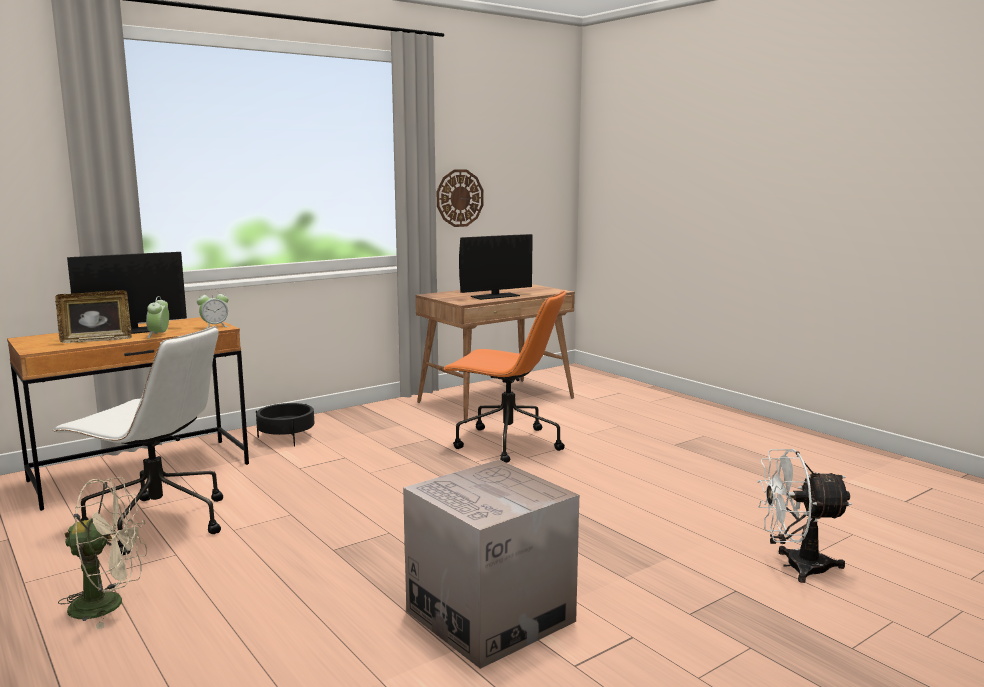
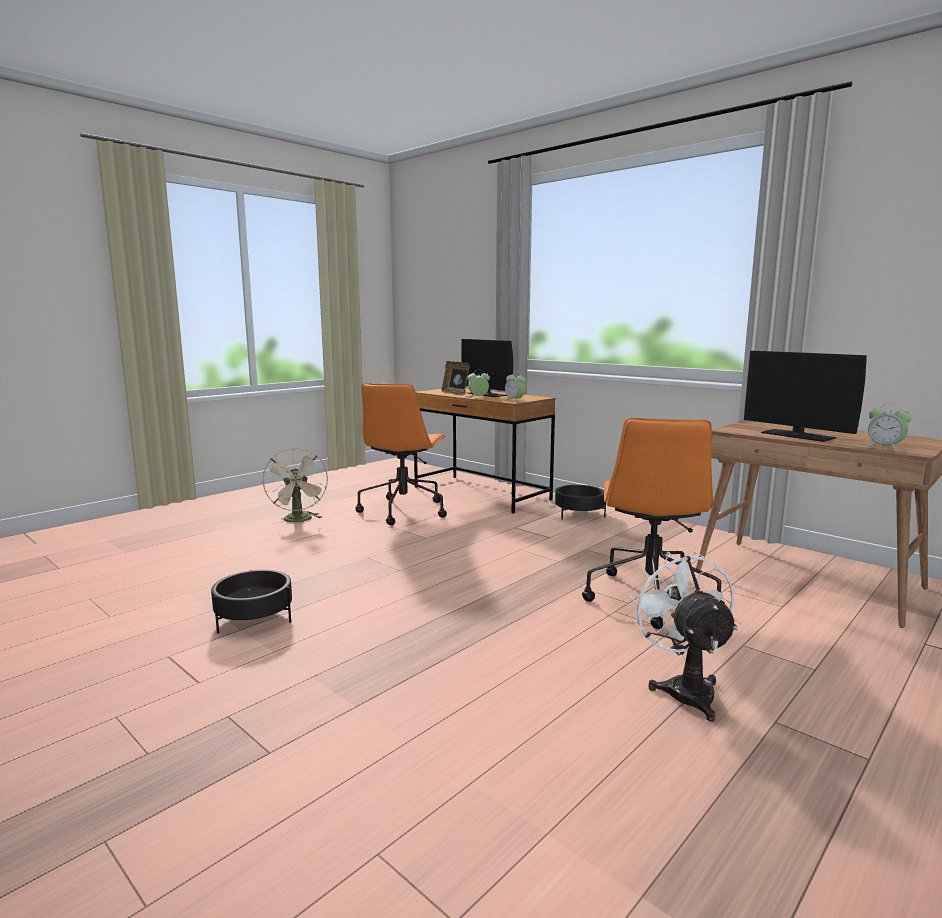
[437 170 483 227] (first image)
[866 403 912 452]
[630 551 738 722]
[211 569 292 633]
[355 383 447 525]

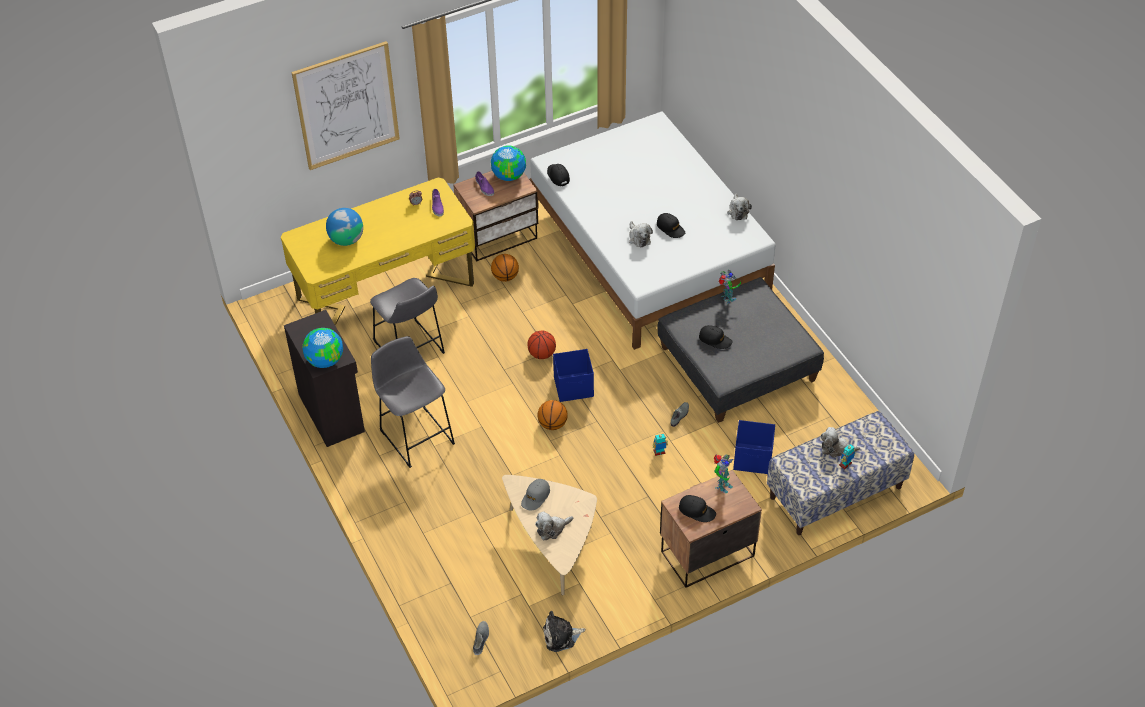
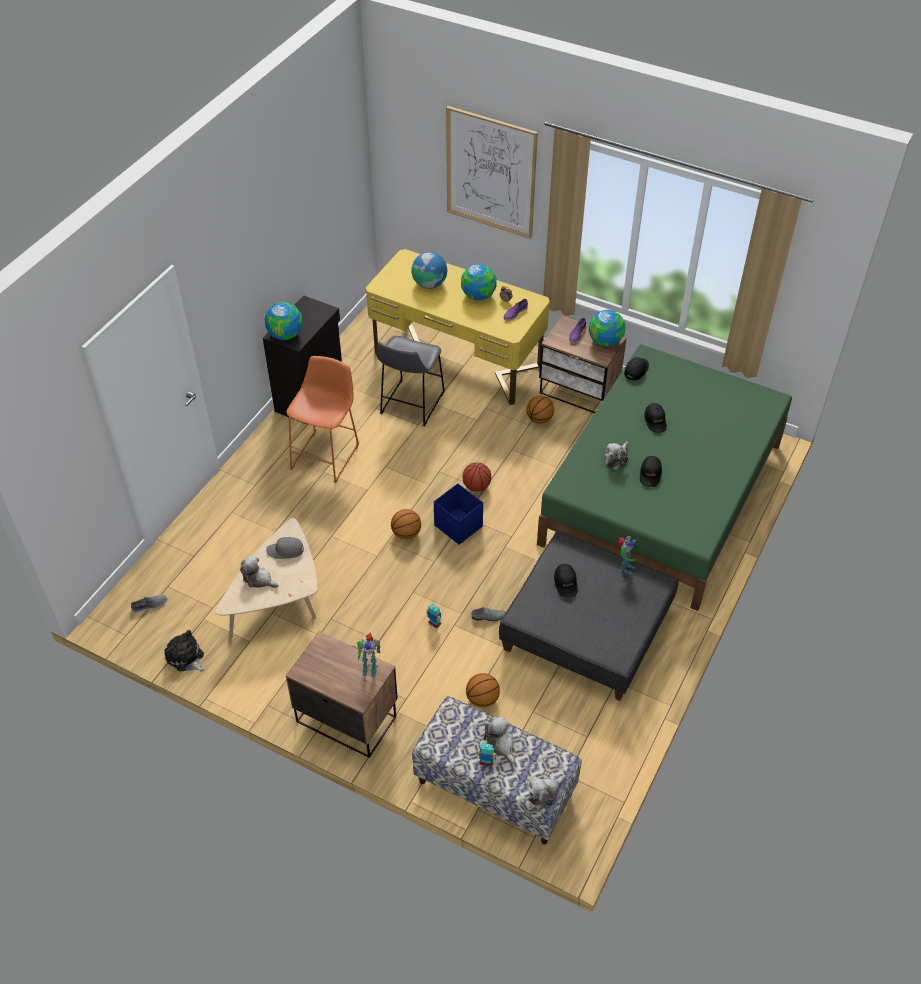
[461 264 497 301]
[644 403 667 433]
[528 775 567 810]
[466 673 500 708]
[286 356 359 483]
[537 344 792 611]

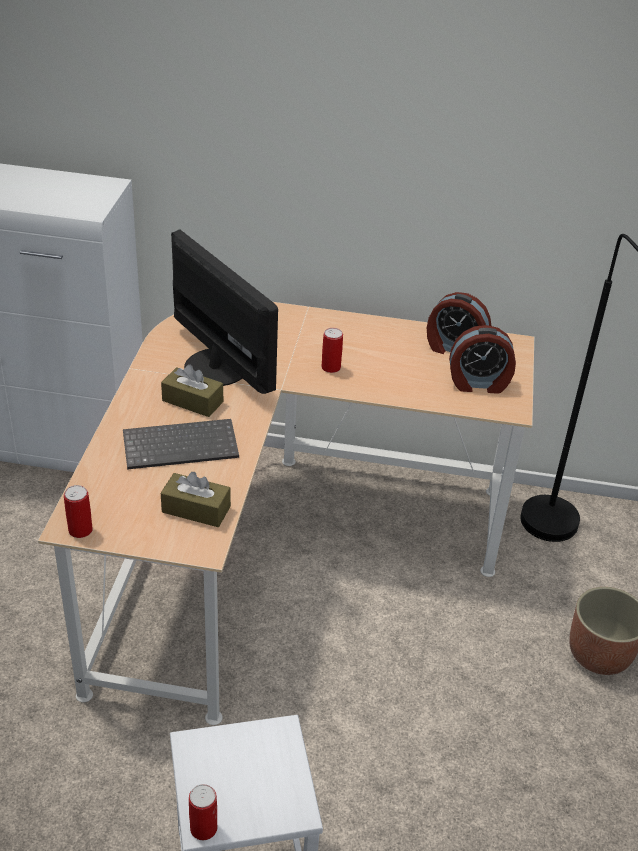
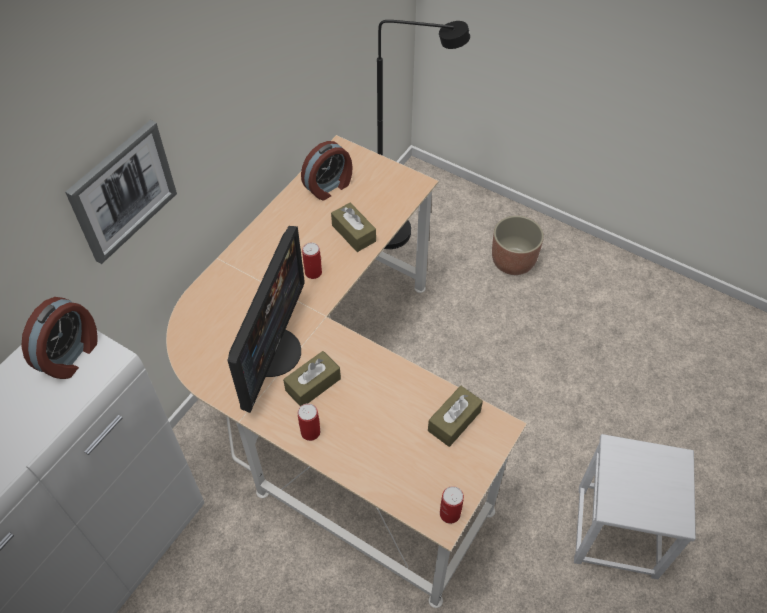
[123 419 239 470] (first image)
[65 120 177 264]
[331 203 376 252]
[298 403 320 441]
[21 297 98 379]
[228 226 305 413]

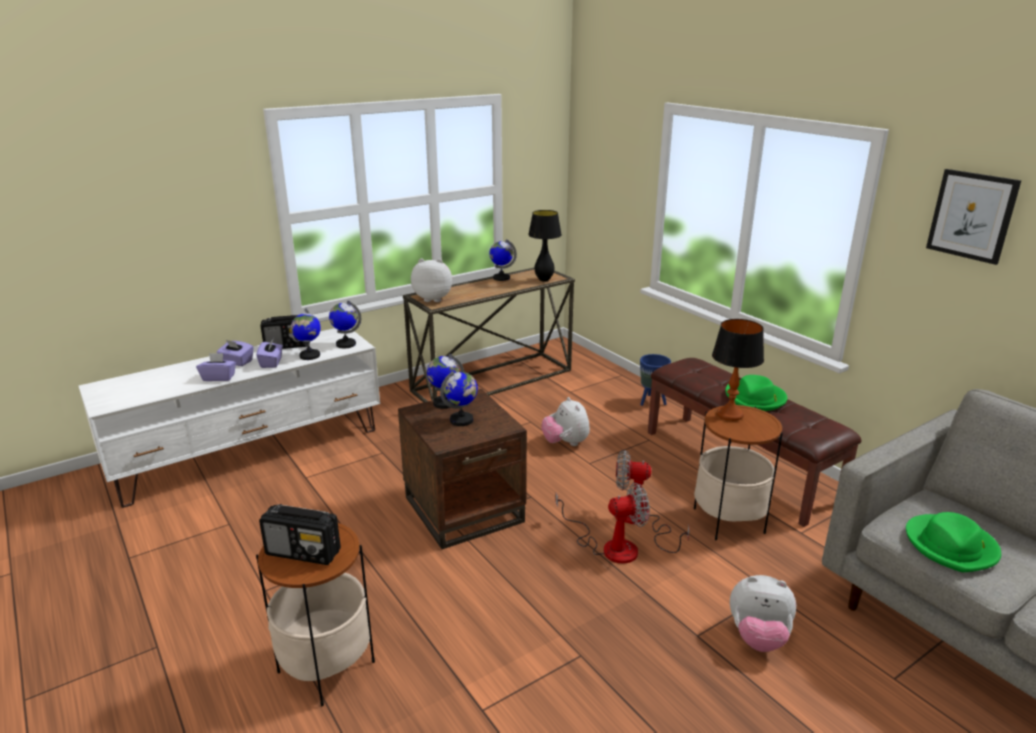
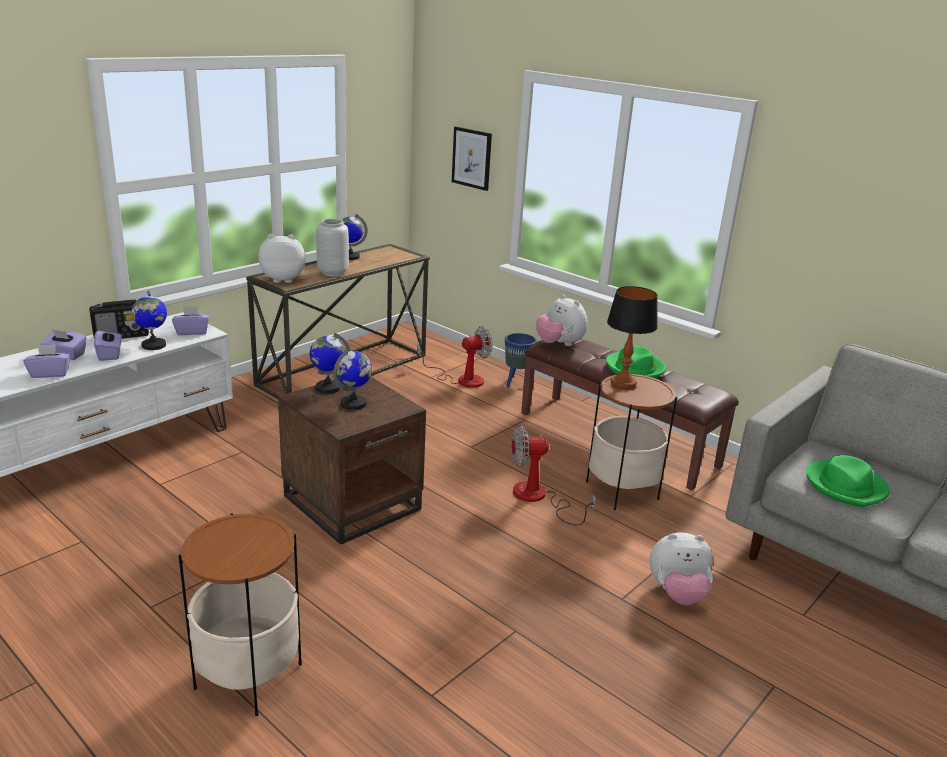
[259 504 341 565] (first image)
[528 210 562 282] (first image)
[316 219 349 276]
[536 295 588 346]
[417 326 493 388]
[452 127 492 191]
[172 306 209 335]

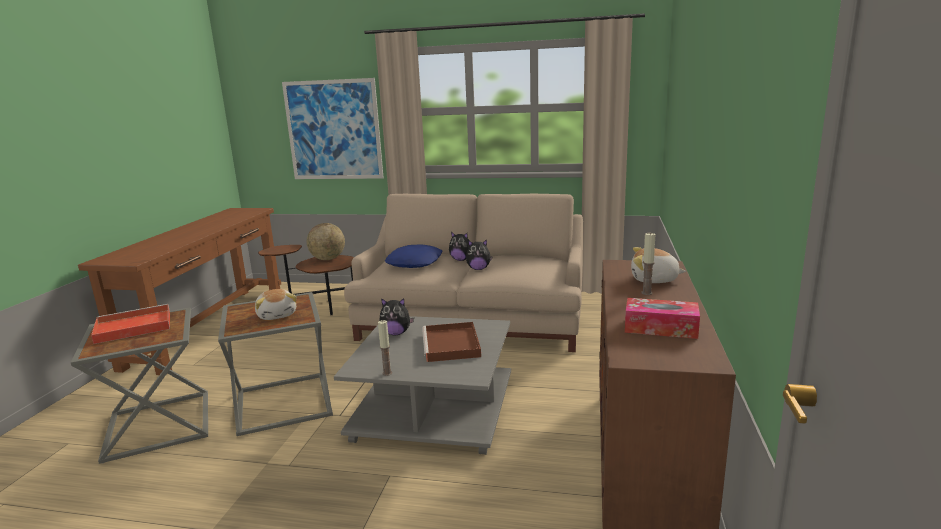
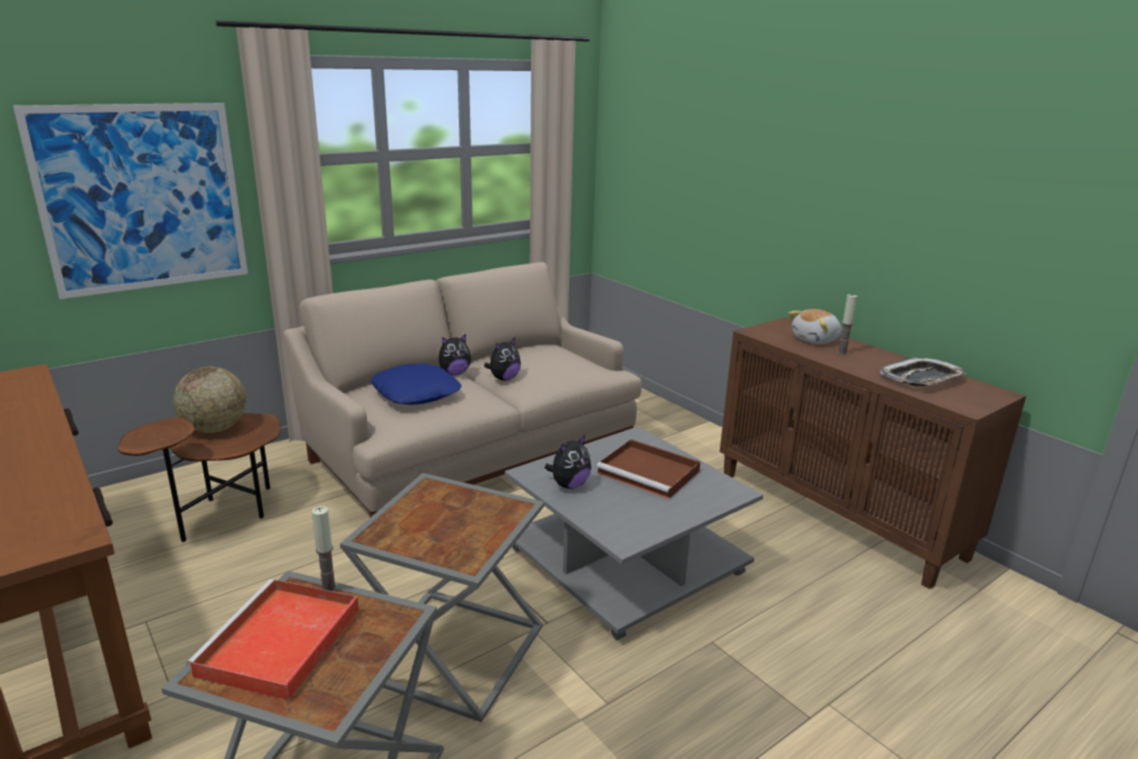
[255 289 297 320] (first image)
[312 506 338 592]
[880 357 966 386]

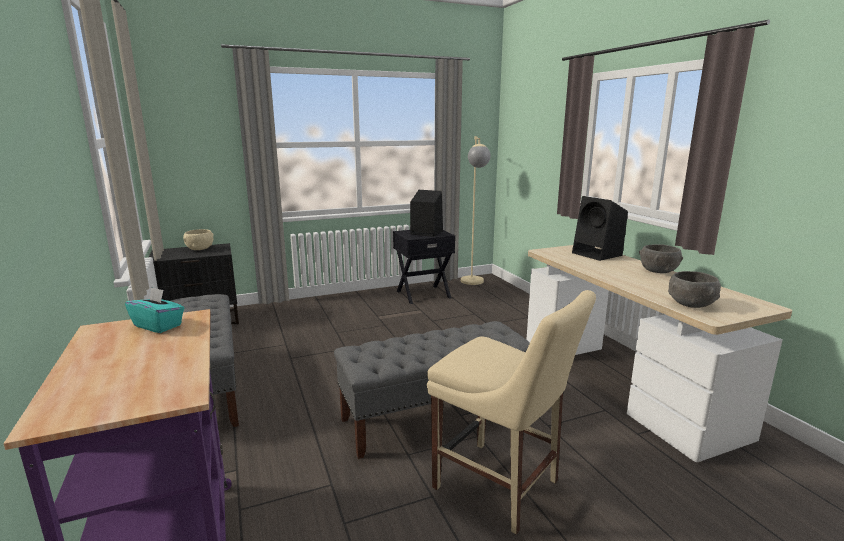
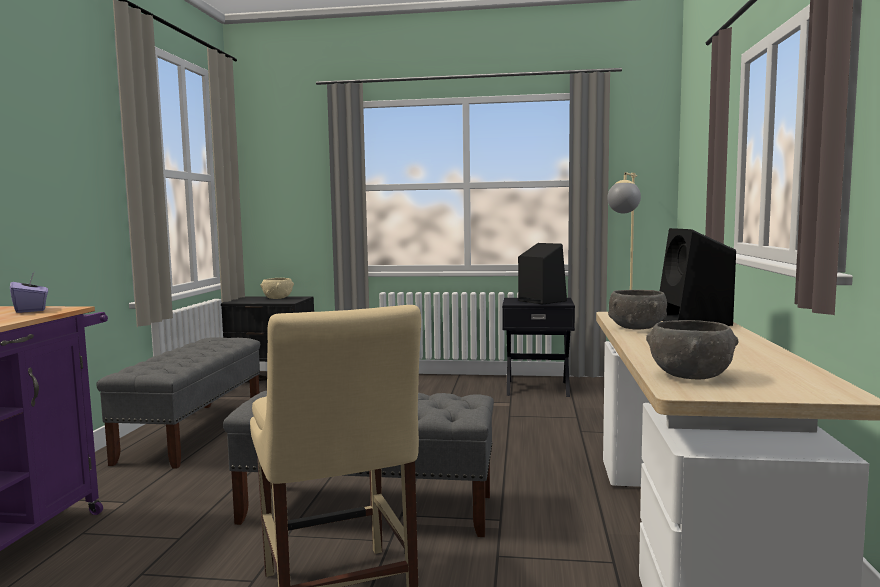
[608 290 667 330]
[10 272 48 313]

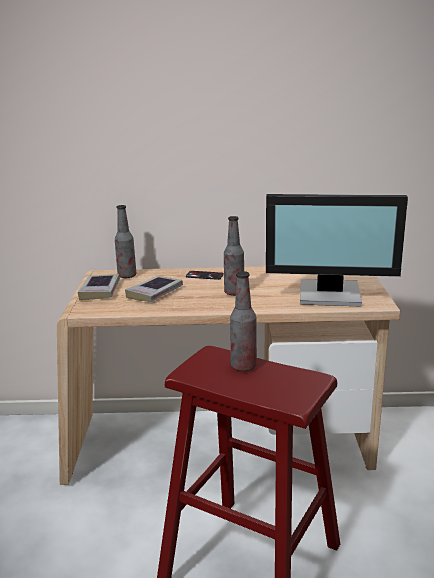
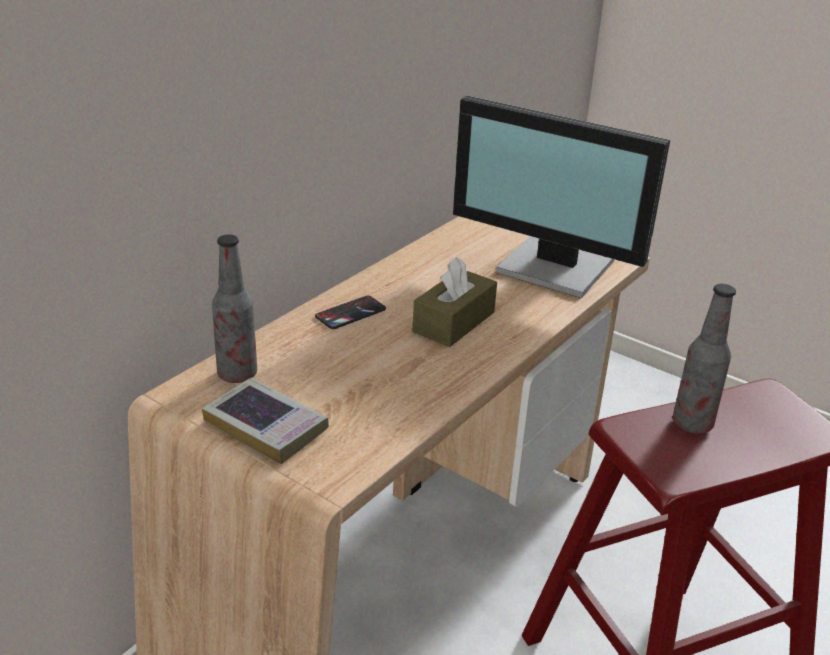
[125 276 183 302] (first image)
[413 257 497 347]
[453 96 670 298]

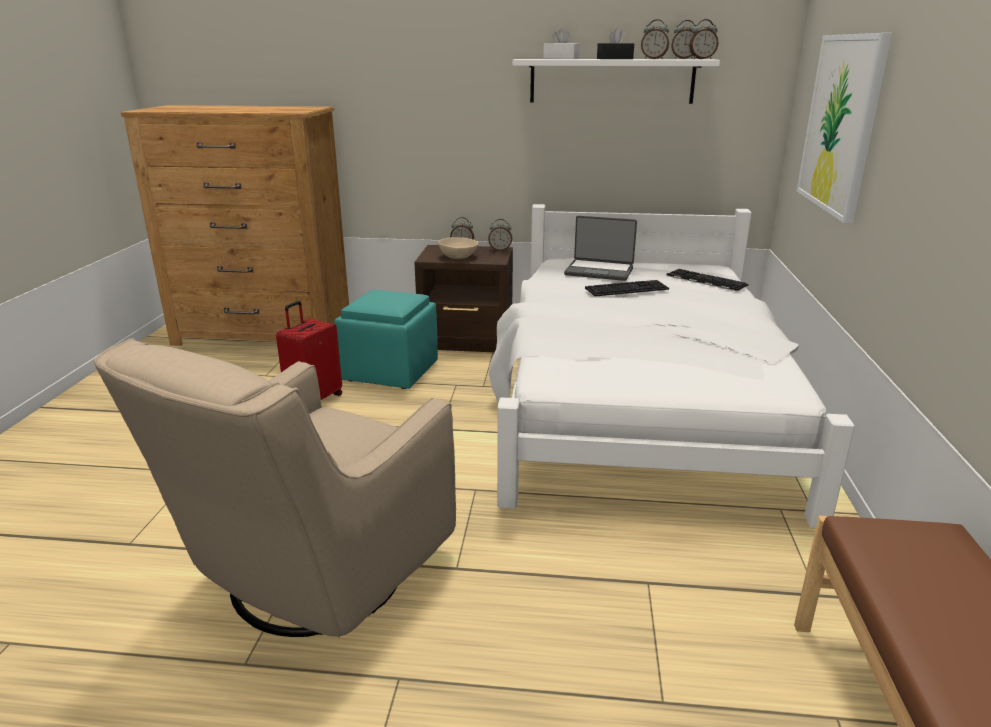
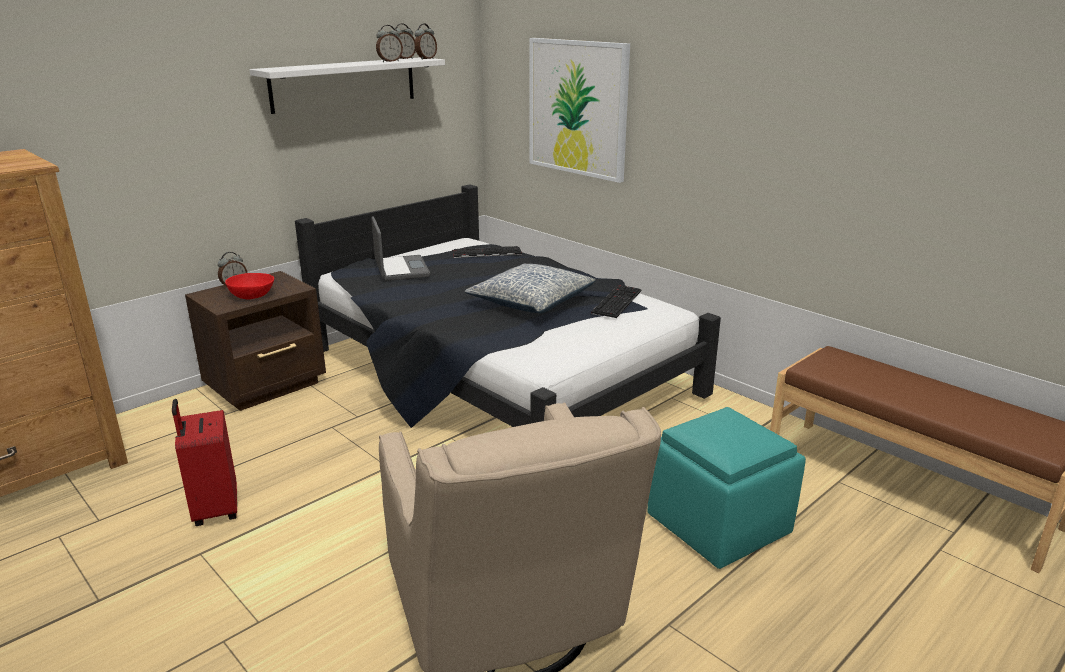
[488 219 512 251] (first image)
[543 28 580 59] (first image)
[597 28 634 59] (first image)
[465 264 596 314]
[648 407 806 569]
[591 285 642 318]
[225 273 274 299]
[295 184 721 428]
[371 216 430 281]

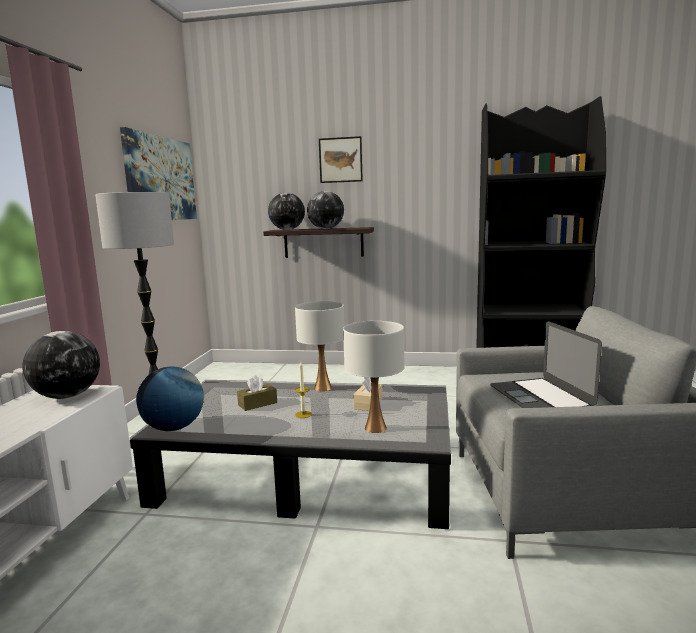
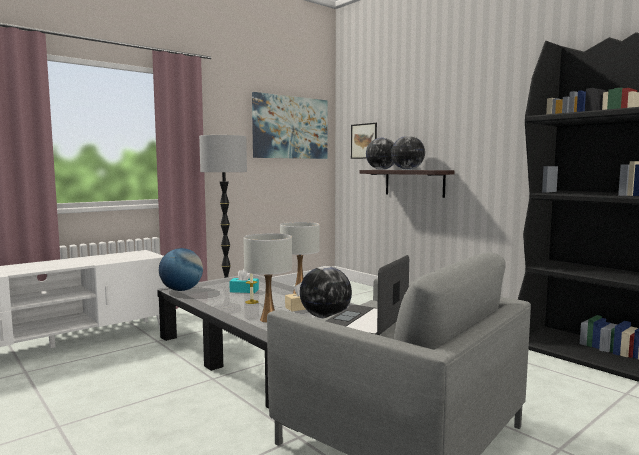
[300 266 352 318]
[351 123 377 159]
[229 269 259 293]

